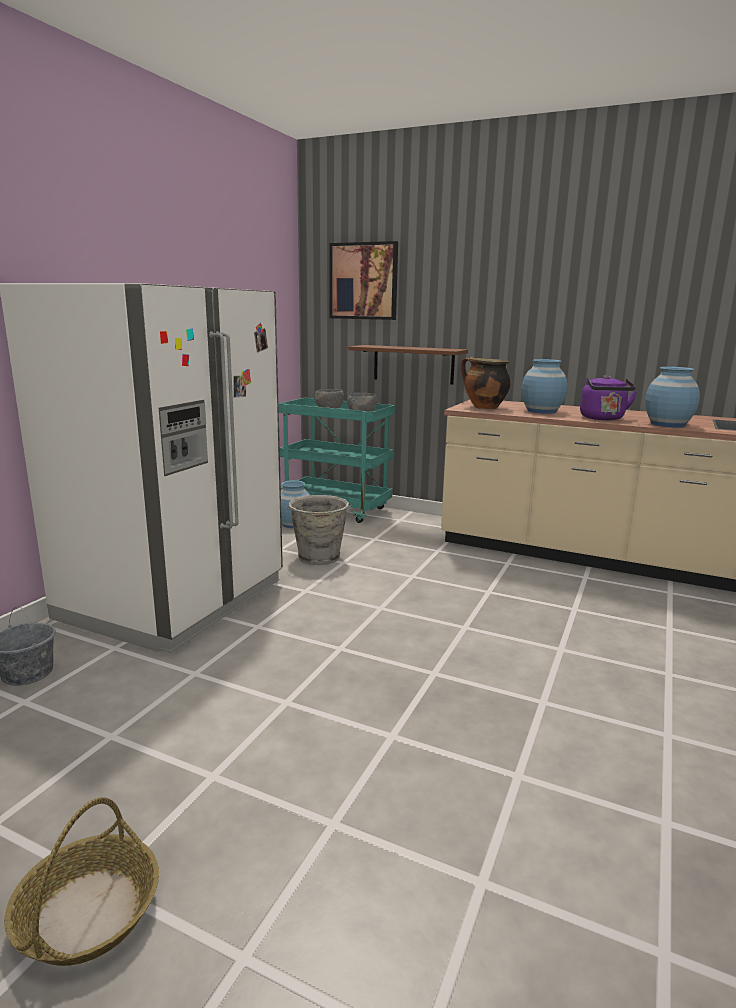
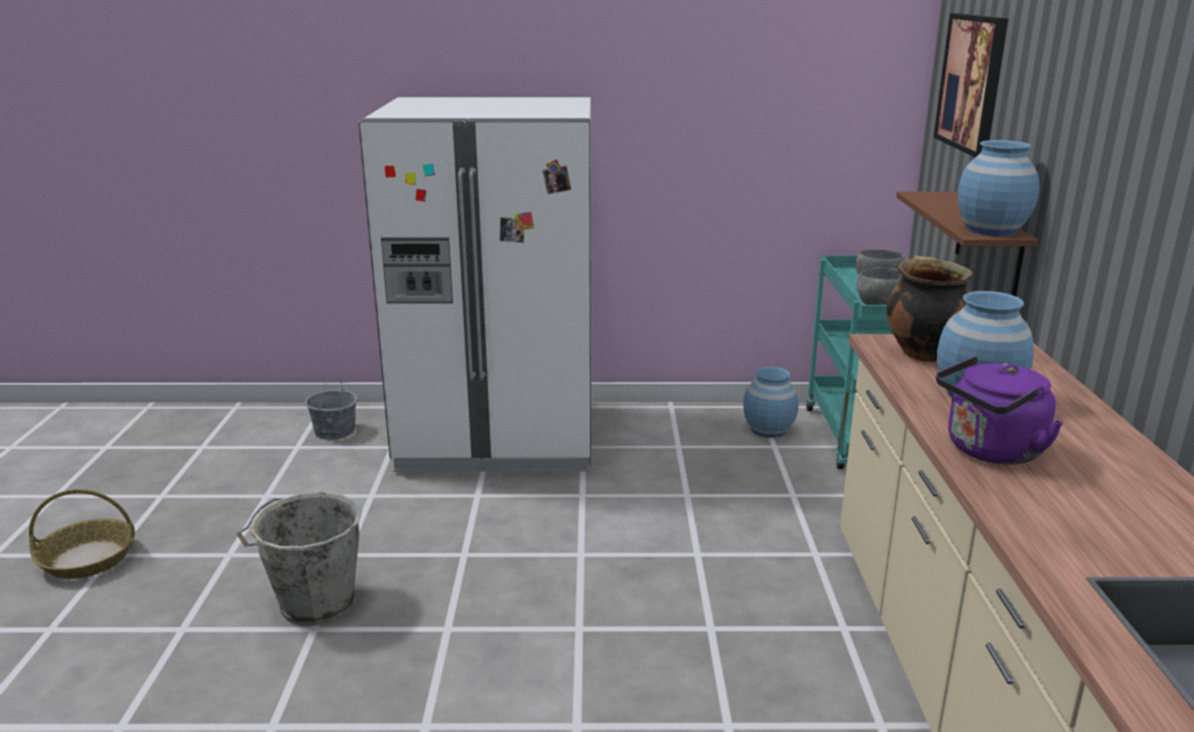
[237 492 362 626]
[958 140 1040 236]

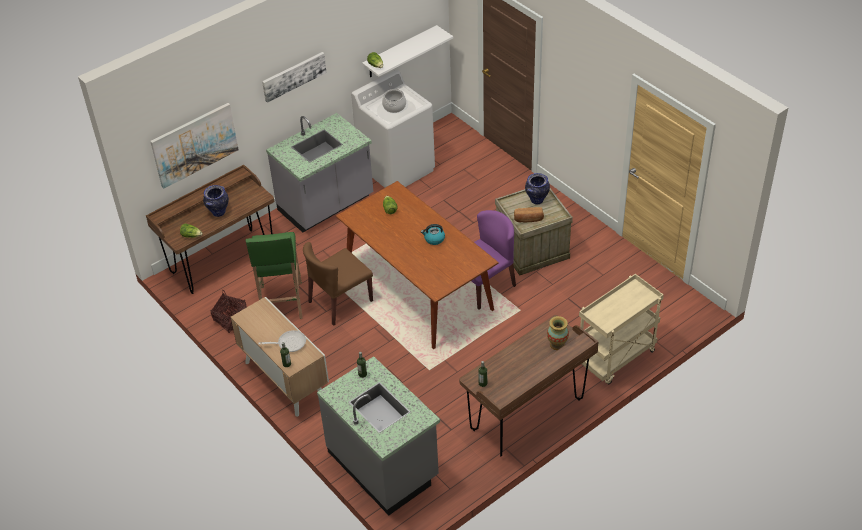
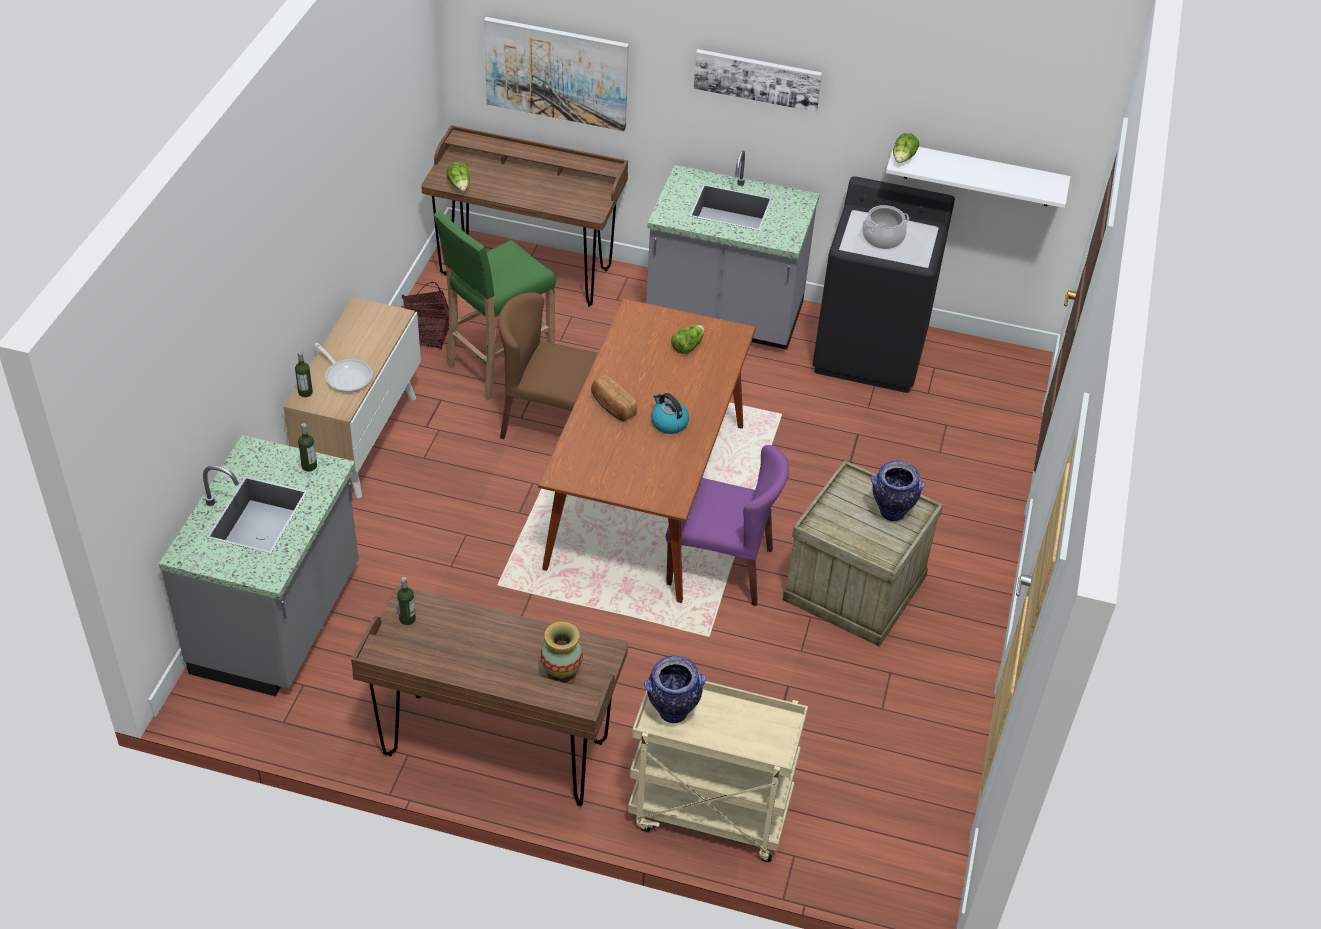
[644 656 706 723]
[591 375 637 421]
[813 176 955 393]

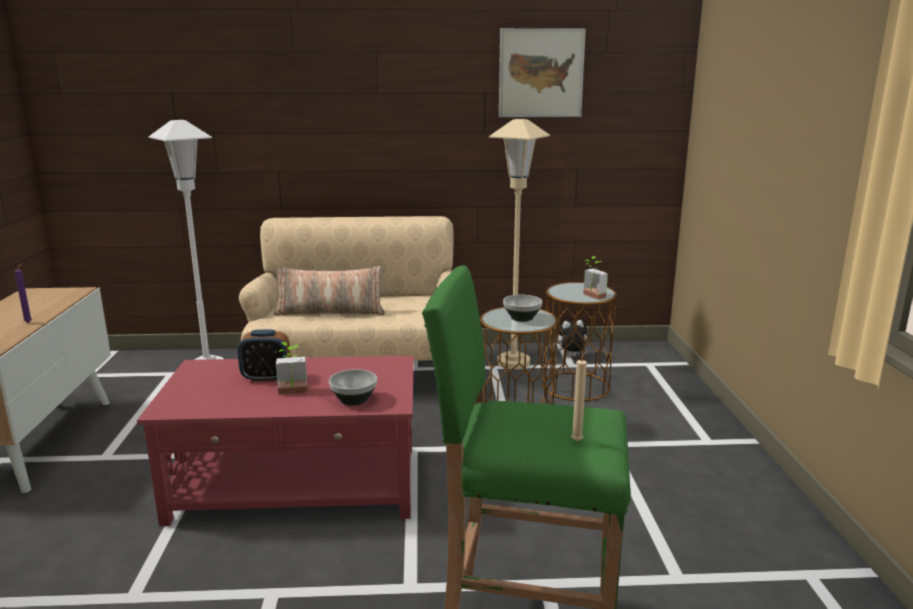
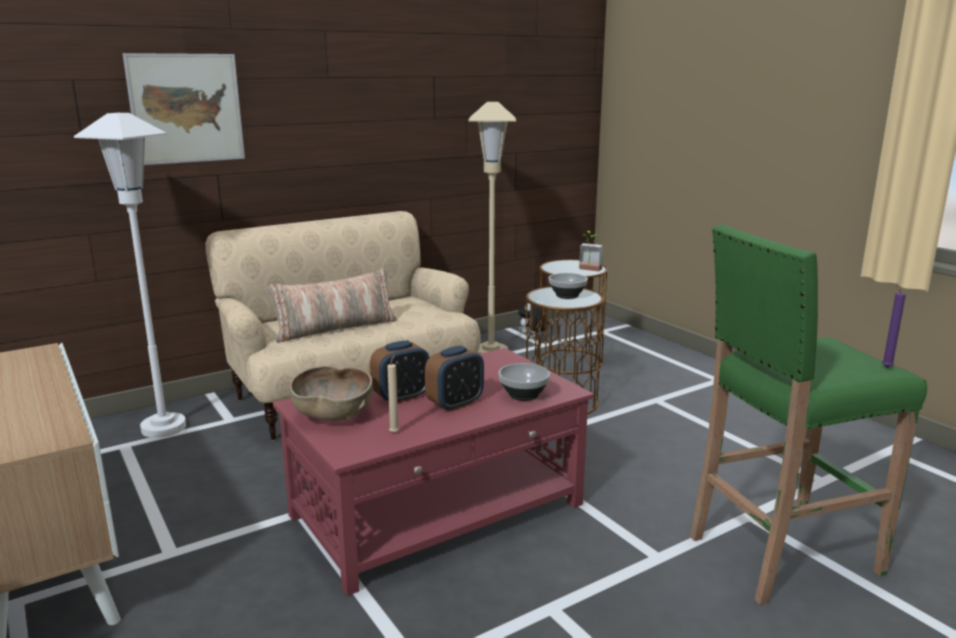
[290 366 373 421]
[882 283 906 368]
[122 53 245 165]
[387 355 399 433]
[425 346 484 412]

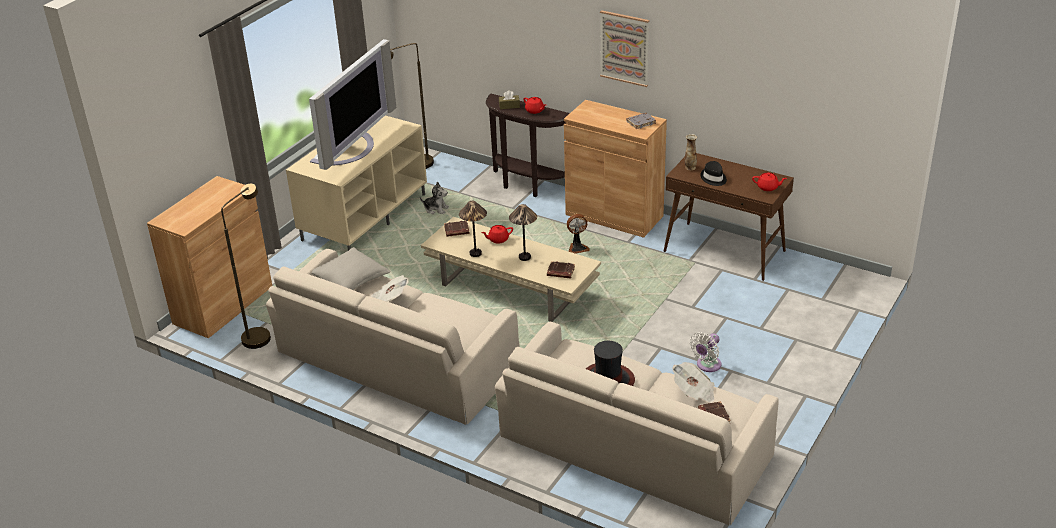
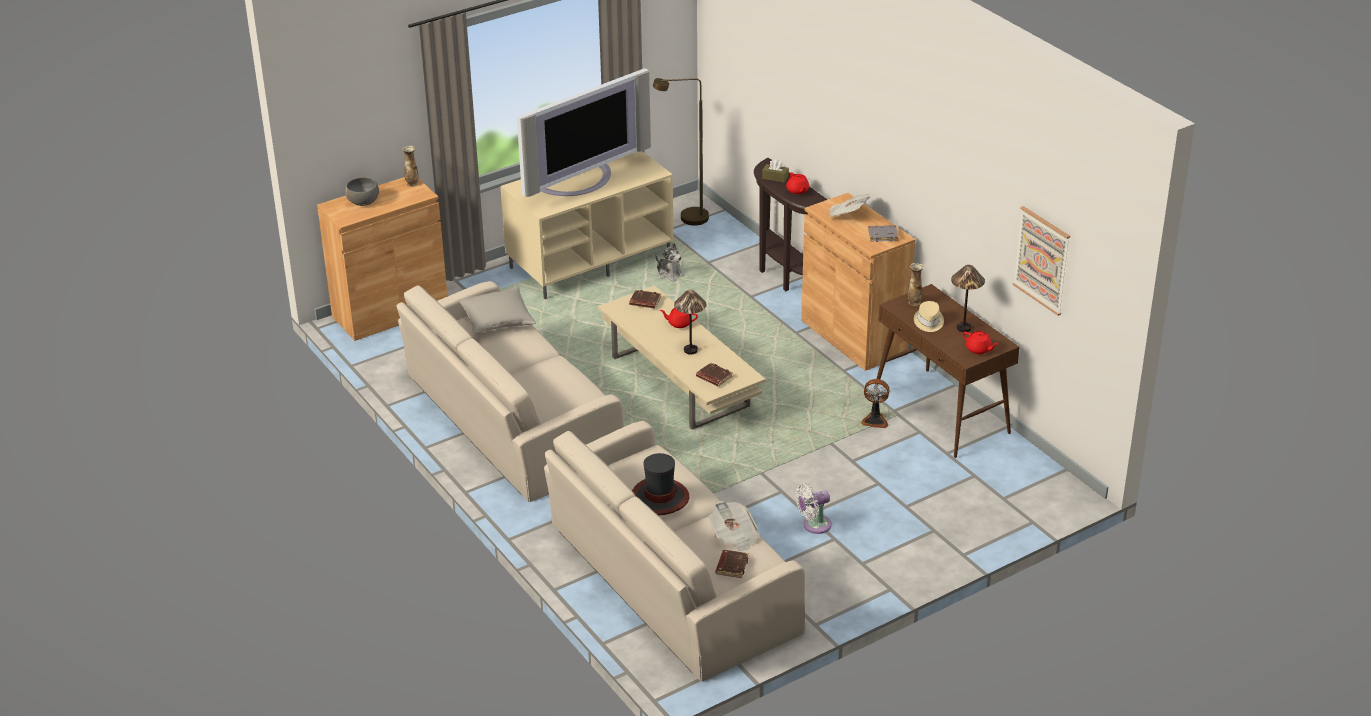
[221 184 271 349] (first image)
[345 177 379 206]
[402 146 419 187]
[829 193 871 217]
[951 265 985 332]
[861 379 889 428]
[1013 206 1070 316]
[914 301 944 332]

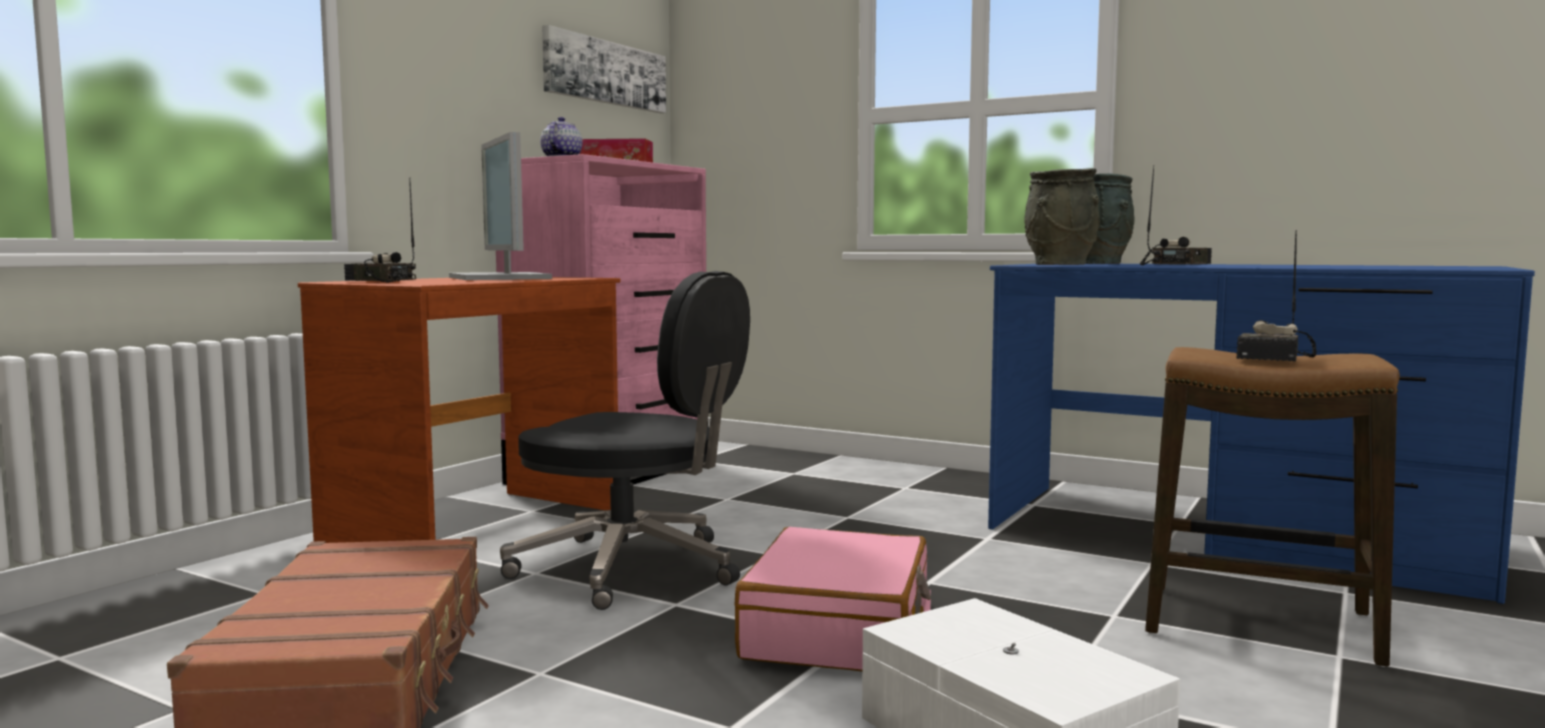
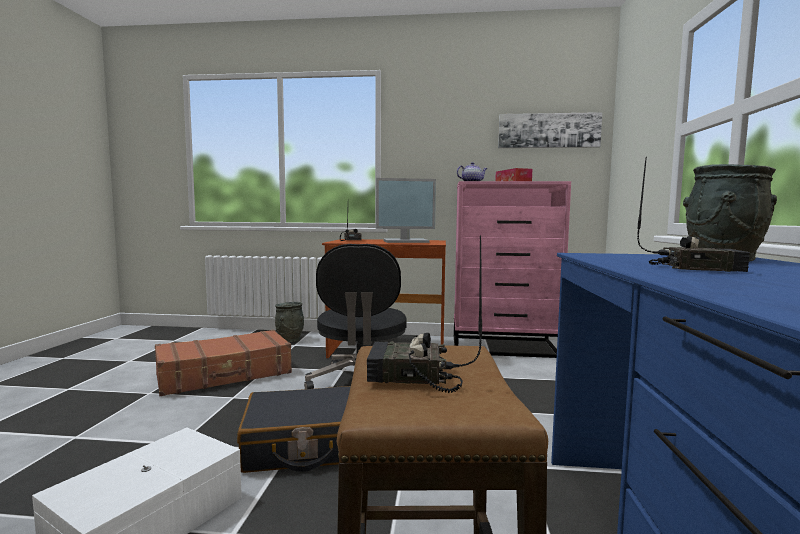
[275 302 304 342]
[237 386 351 473]
[376 178 436 243]

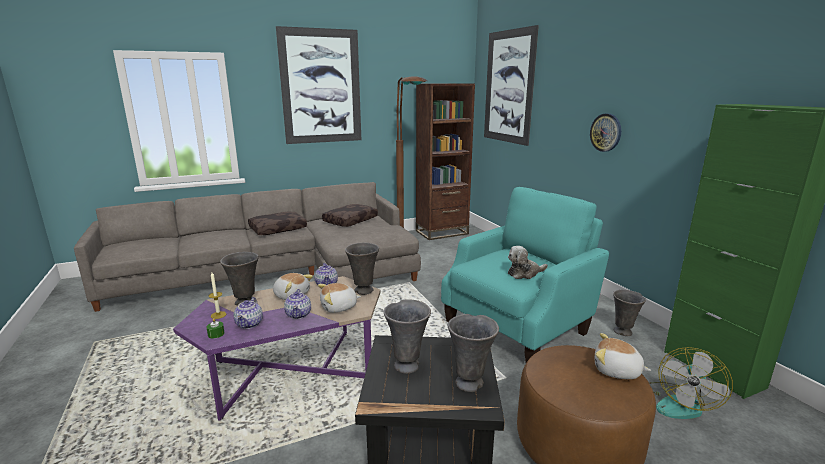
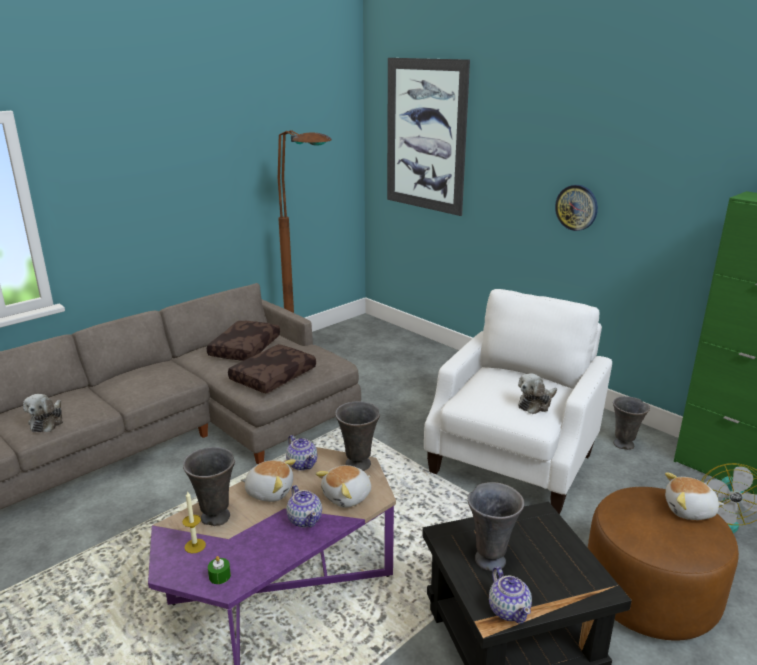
[276 26 361 144] (first image)
[416 83 475 240] (first image)
[448 314 499 392] (first image)
[23 394 63 432]
[489 566 532 624]
[228 344 316 393]
[424 289 612 515]

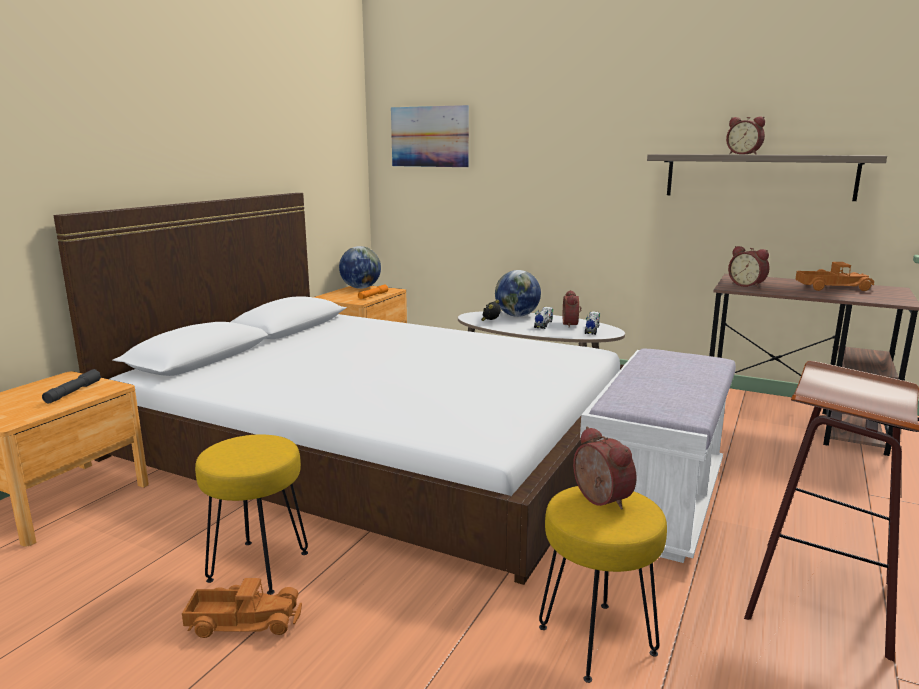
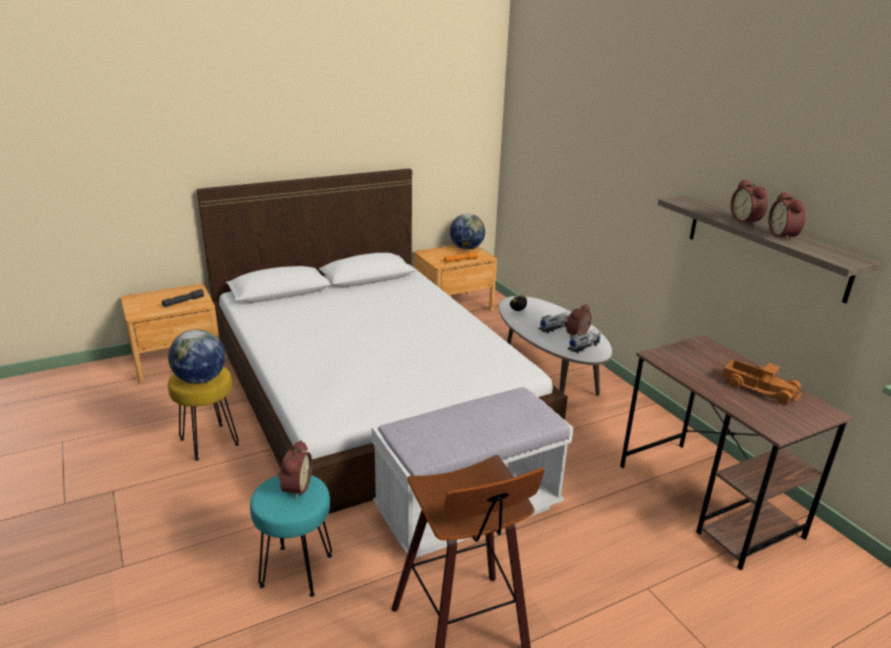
[182 578 302 638] (first image)
[391 105 469 167] (first image)
[168 329 225 384]
[768 192 806 241]
[250 475 332 597]

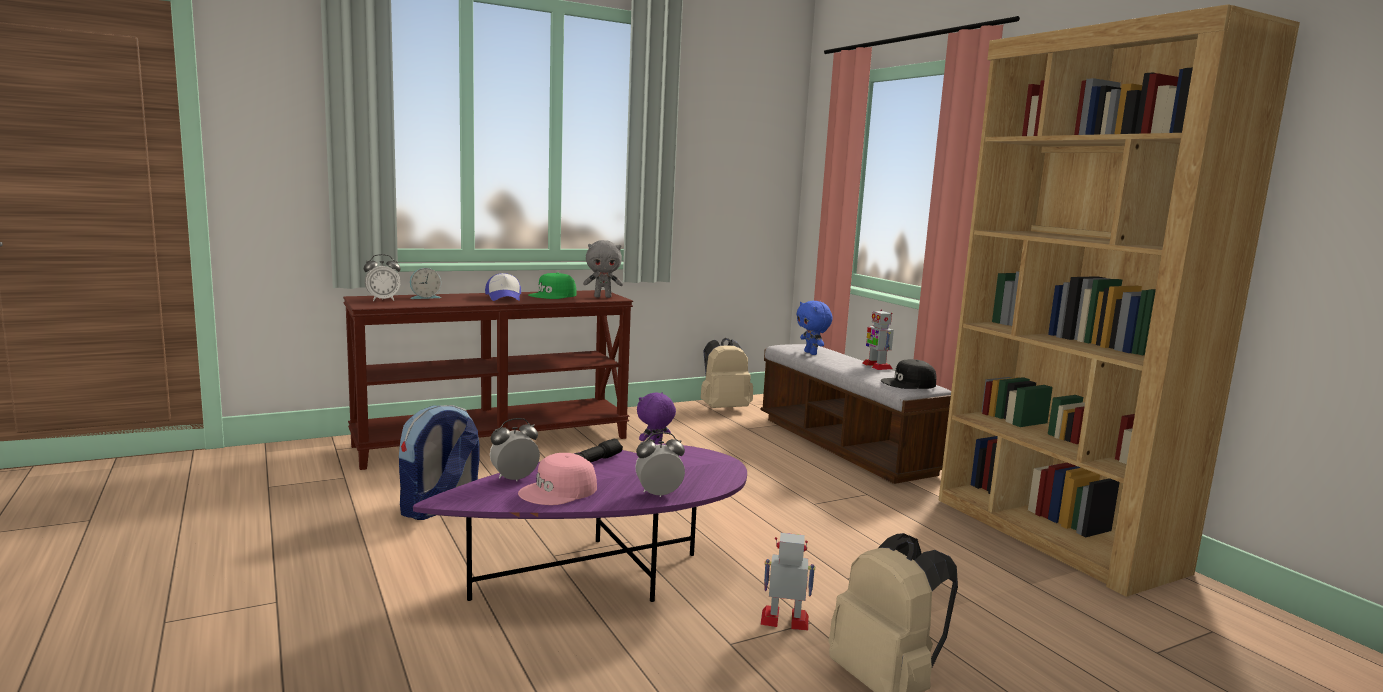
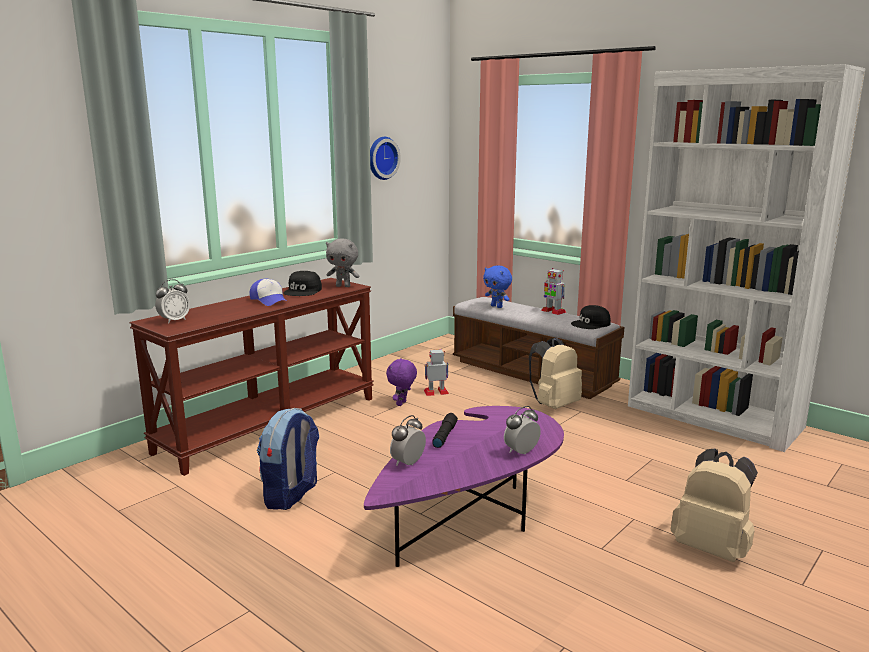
[410 268 441 299] (first image)
[518 453 597 505] (first image)
[370 137 401 180]
[529 338 582 409]
[424 350 449 396]
[283 271 322 296]
[628 64 866 452]
[326 238 359 287]

